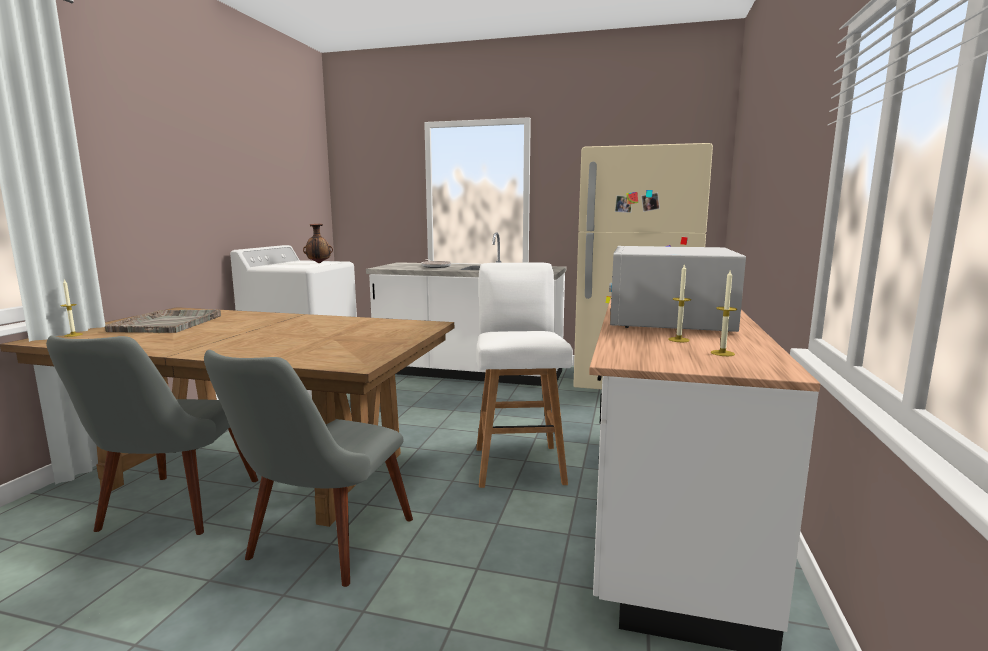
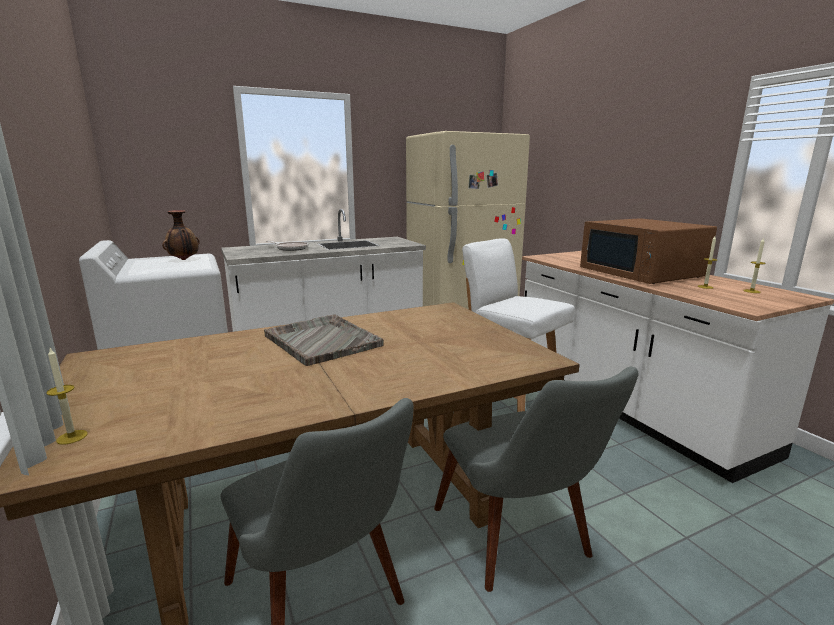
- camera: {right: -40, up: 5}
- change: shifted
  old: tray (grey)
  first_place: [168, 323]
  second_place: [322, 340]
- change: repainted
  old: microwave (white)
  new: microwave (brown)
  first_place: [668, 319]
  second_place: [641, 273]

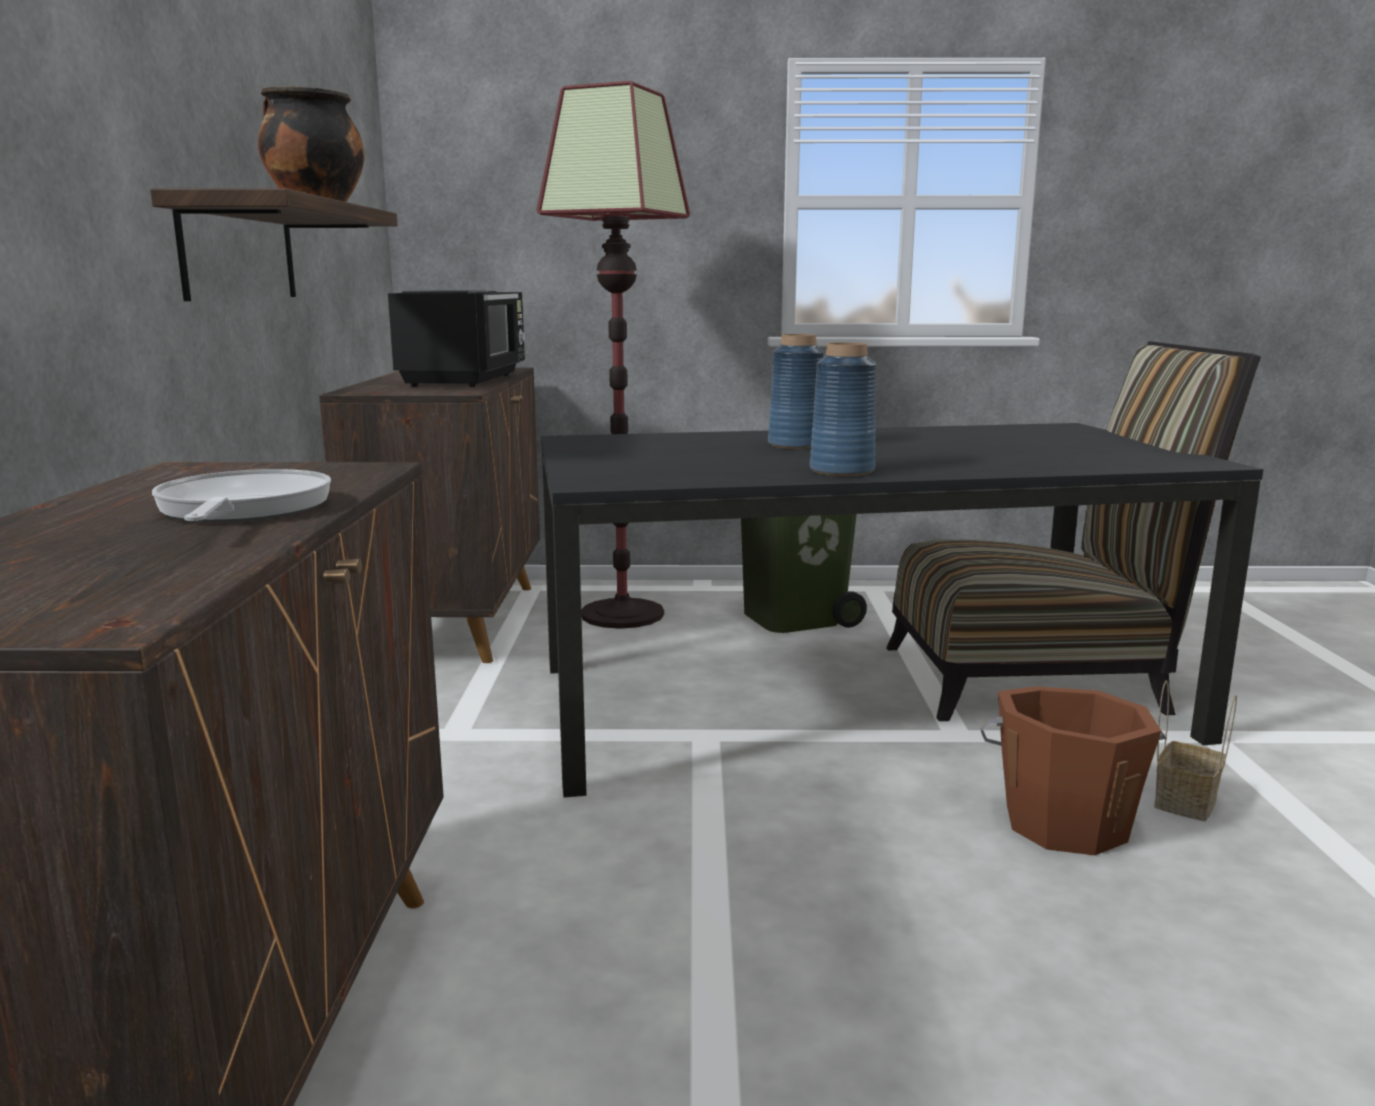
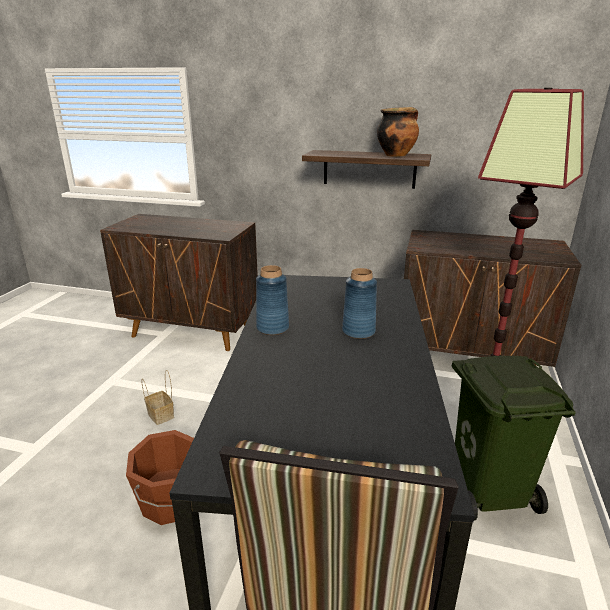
- camera: {right: 105, up: 10}
- change: shifted
  old: basket
  first_place: [1184, 801]
  second_place: [161, 415]
- change: gone
  old: frying pan
  first_place: [242, 509]
- change: gone
  old: microwave (black)
  first_place: [466, 380]

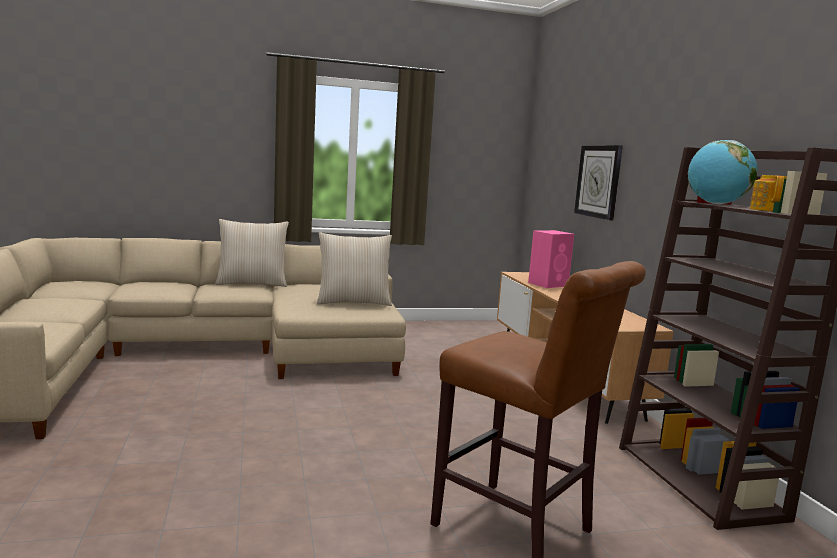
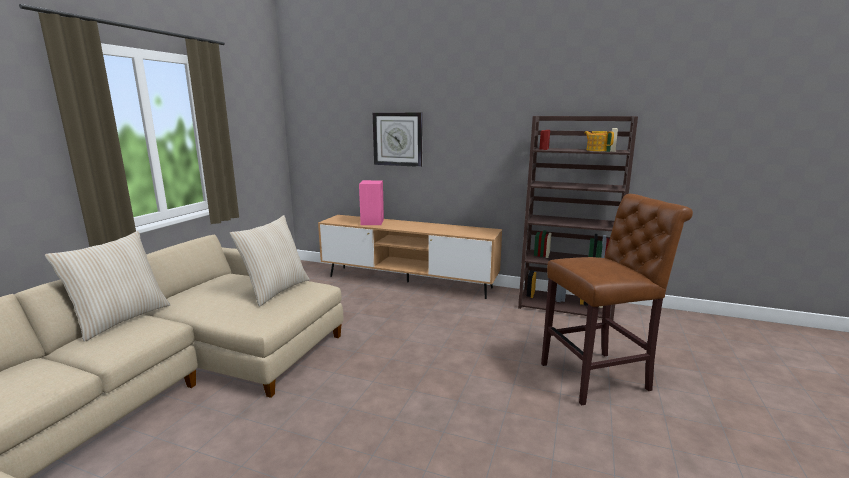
- camera: {right: -55, up: 5}
- change: gone
  old: globe
  first_place: [716, 204]

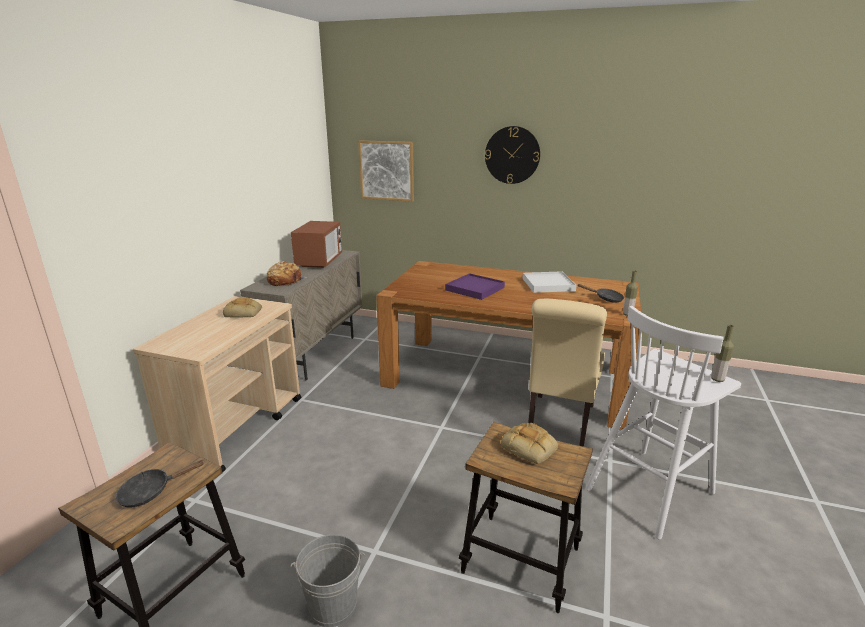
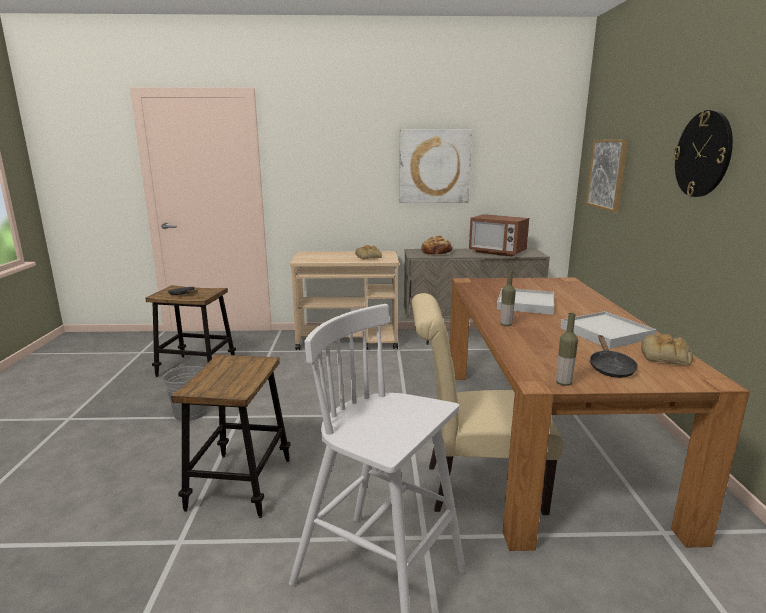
- camera: {right: 70, up: -5}
- change: new
  new: picture
  second_place: [434, 166]
- change: rotated
  old: microwave
  first_place: [319, 261]
  second_place: [497, 252]
  degrees: 45
- change: repainted
  old: tray (purple)
  new: tray (white)
  first_place: [475, 289]
  second_place: [525, 304]
- change: shifted
  old: bottle
  first_place: [717, 379]
  second_place: [506, 325]
- change: shifted
  old: bread
  first_place: [530, 447]
  second_place: [666, 357]

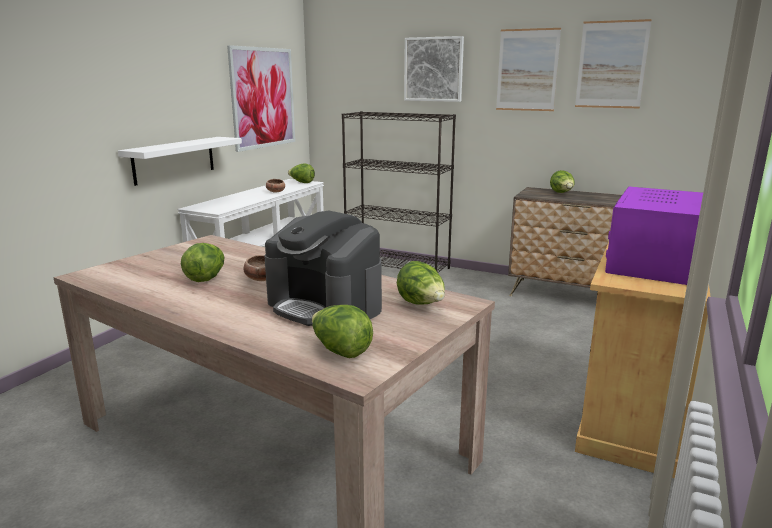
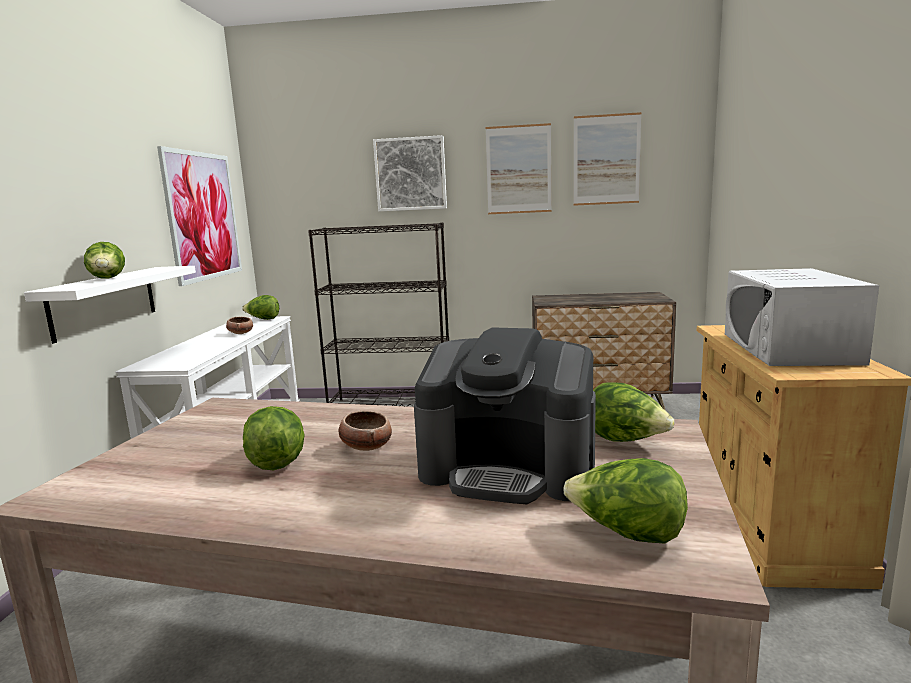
- camera: {right: -20, up: -5}
- change: shifted
  old: lettuce
  first_place: [562, 193]
  second_place: [108, 279]
- change: repainted
  old: microwave (purple)
  new: microwave (white)
  first_place: [653, 262]
  second_place: [788, 348]

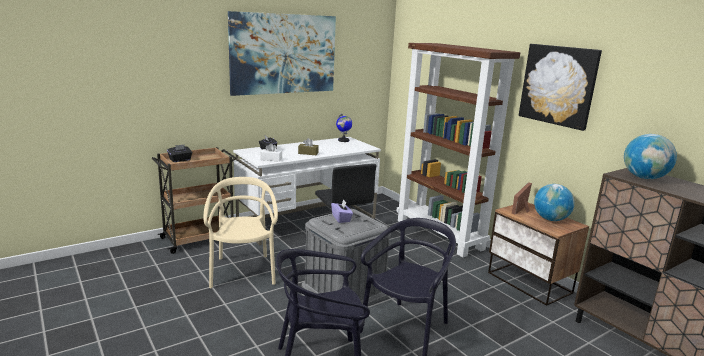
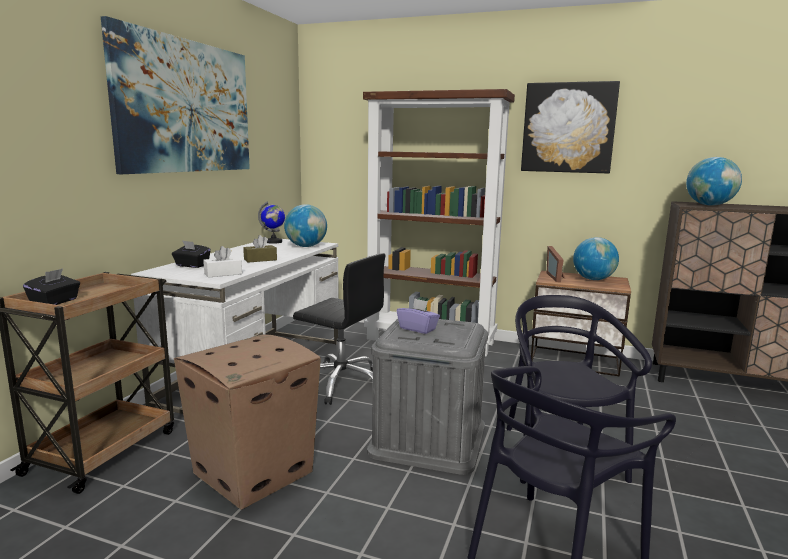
- camera: {right: -35, up: -5}
- change: swapped
  old: chair (beige)
  new: cardboard box
  first_place: [243, 272]
  second_place: [254, 472]
- change: new
  new: globe
  second_place: [306, 246]

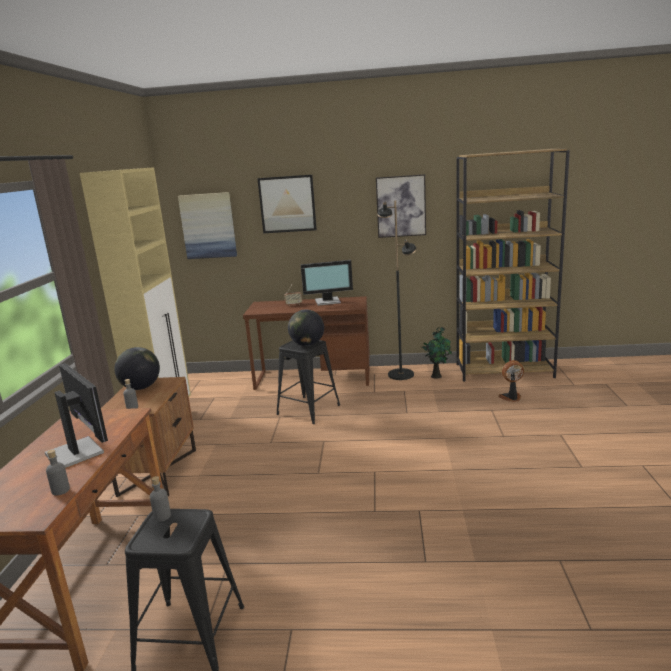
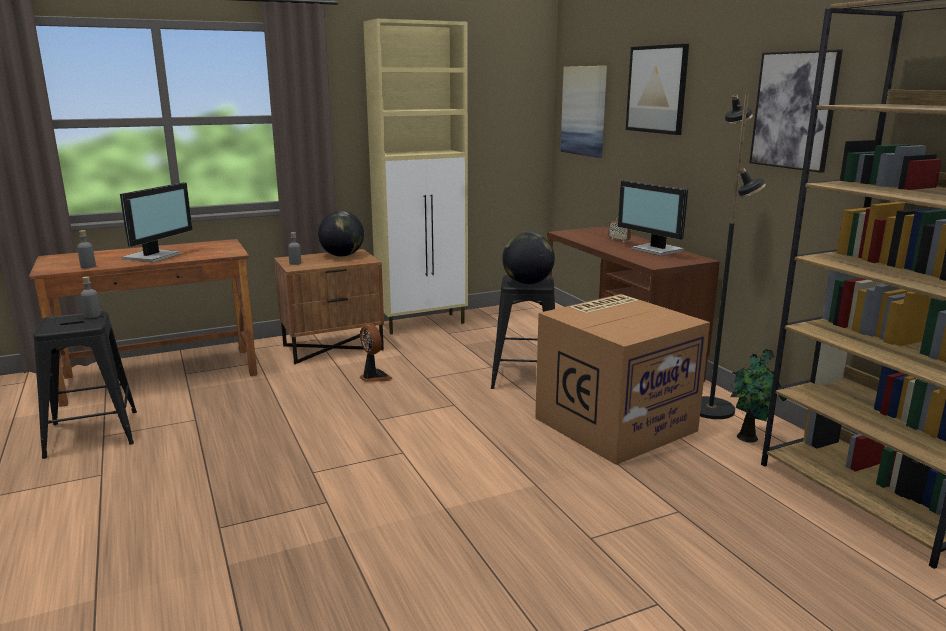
- camera: {right: 60, up: 0}
- change: shifted
  old: fan
  first_place: [511, 398]
  second_place: [374, 377]
- change: new
  new: cardboard box
  second_place: [615, 423]

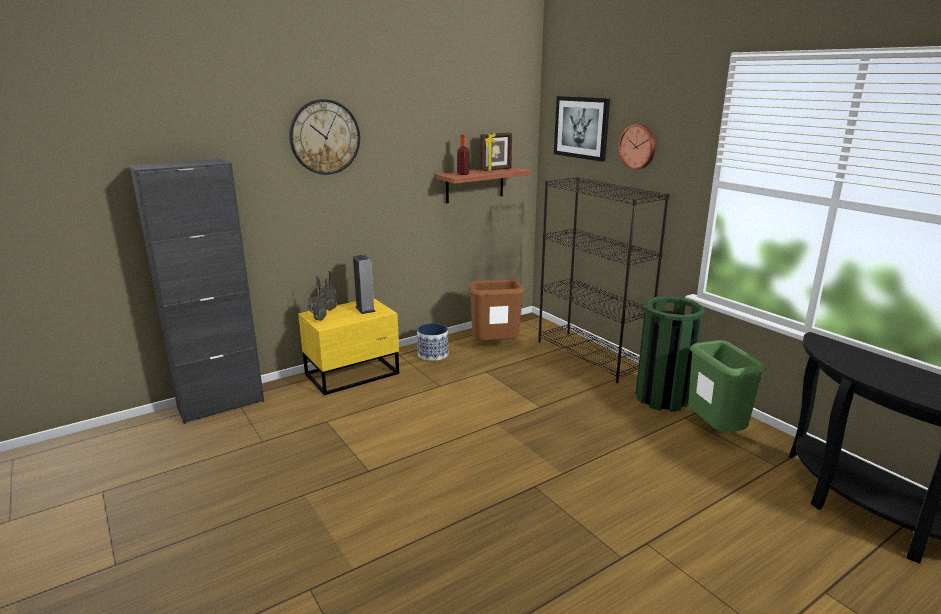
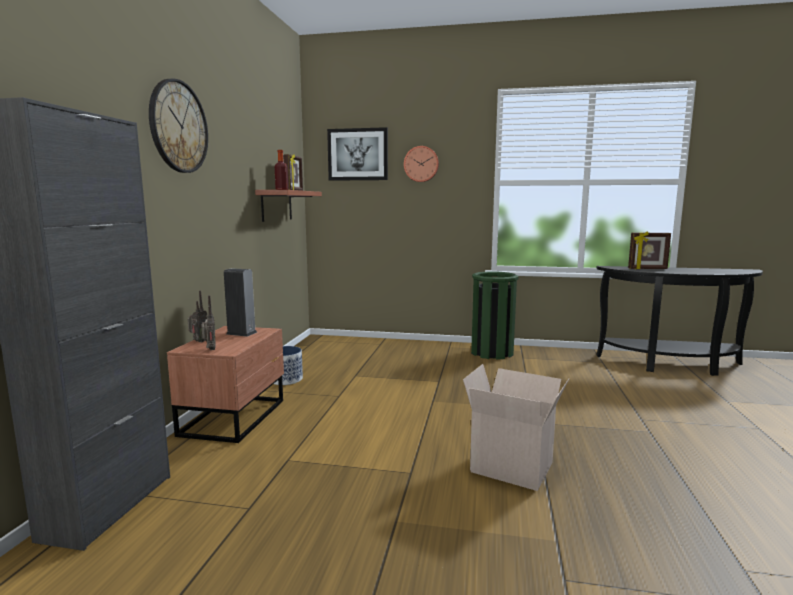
- camera: {right: -45, up: -10}
- change: repainted
  old: nightstand (yellow)
  new: nightstand (brown)
  first_place: [354, 374]
  second_place: [236, 417]
- change: new
  new: cardboard box
  second_place: [513, 466]
- change: new
  new: picture frame
  second_place: [647, 269]
- change: gone
  old: trash can (brown)
  first_place: [495, 347]
- change: gone
  old: bookcase (black)
  first_place: [591, 356]
- change: gone
  old: trash can (green)
  first_place: [715, 432]

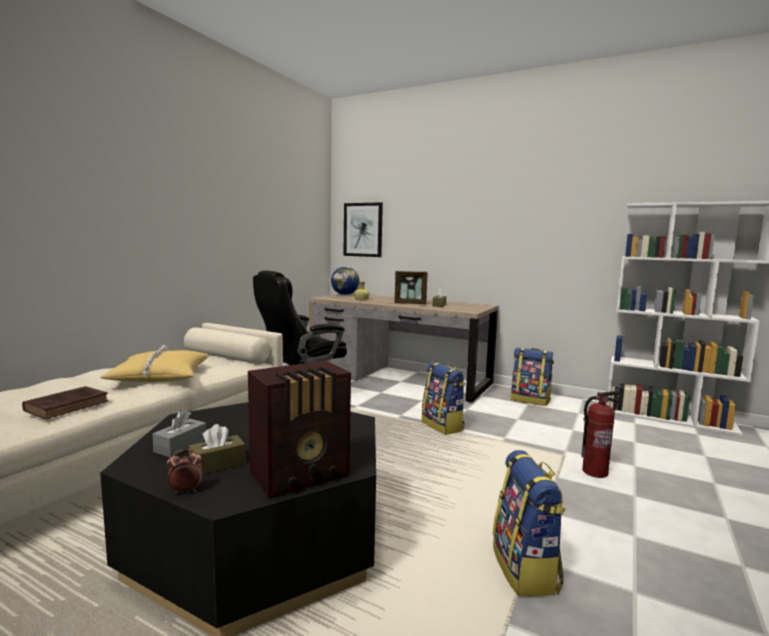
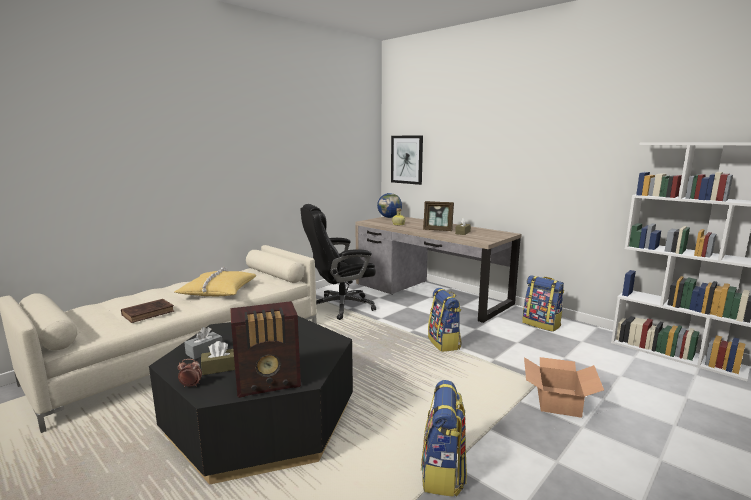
- camera: {right: 15, up: 5}
- change: swapped
  old: fire extinguisher
  new: cardboard box
  first_place: [595, 472]
  second_place: [558, 400]

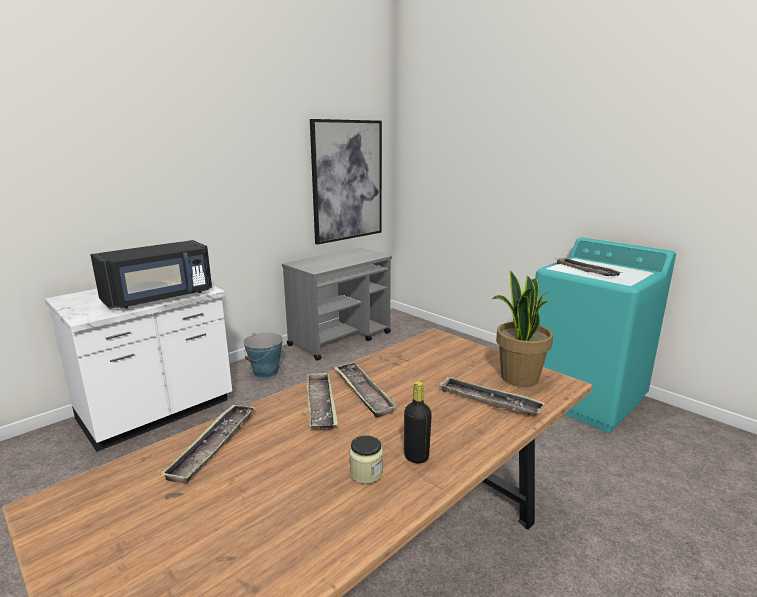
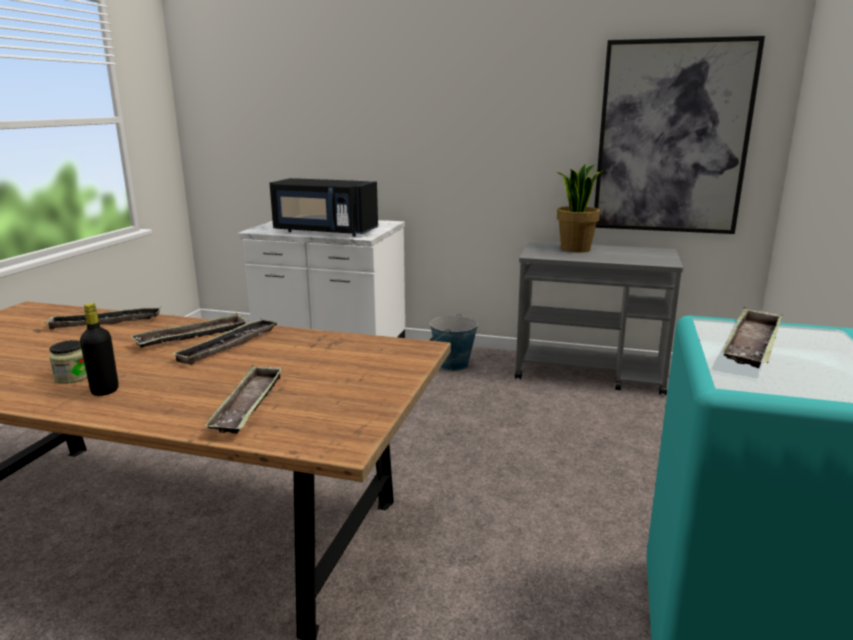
- camera: {right: 60, up: 0}
- change: shifted
  old: potted plant
  first_place: [518, 378]
  second_place: [575, 249]

